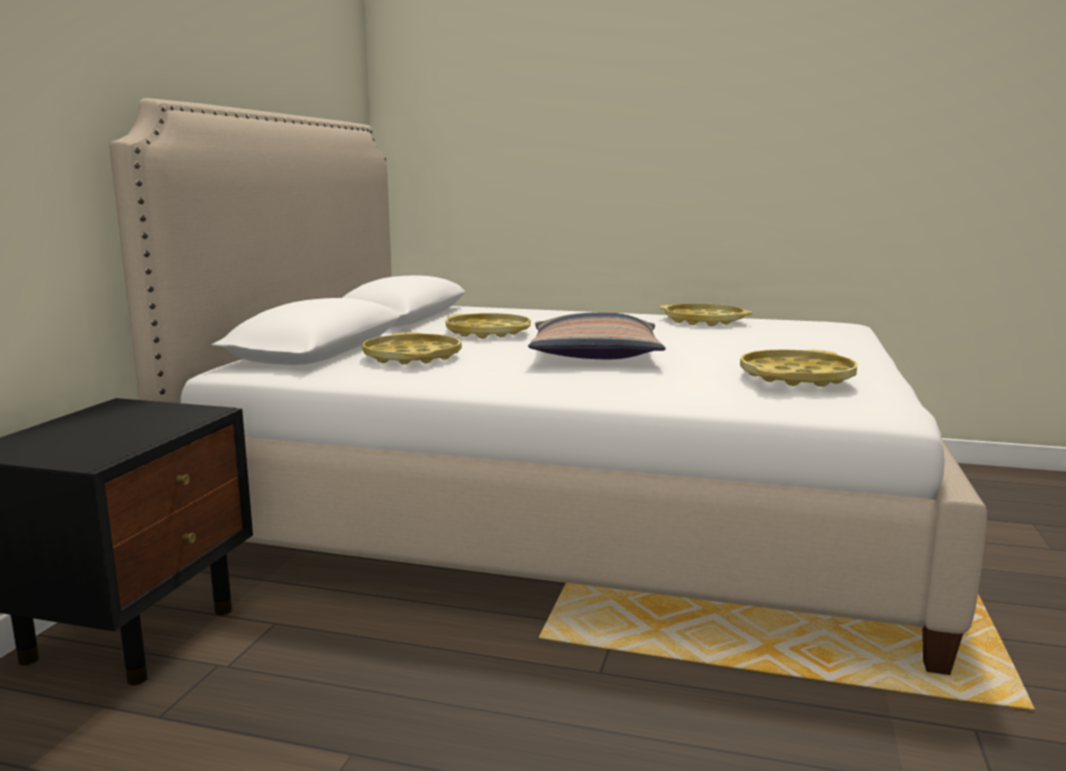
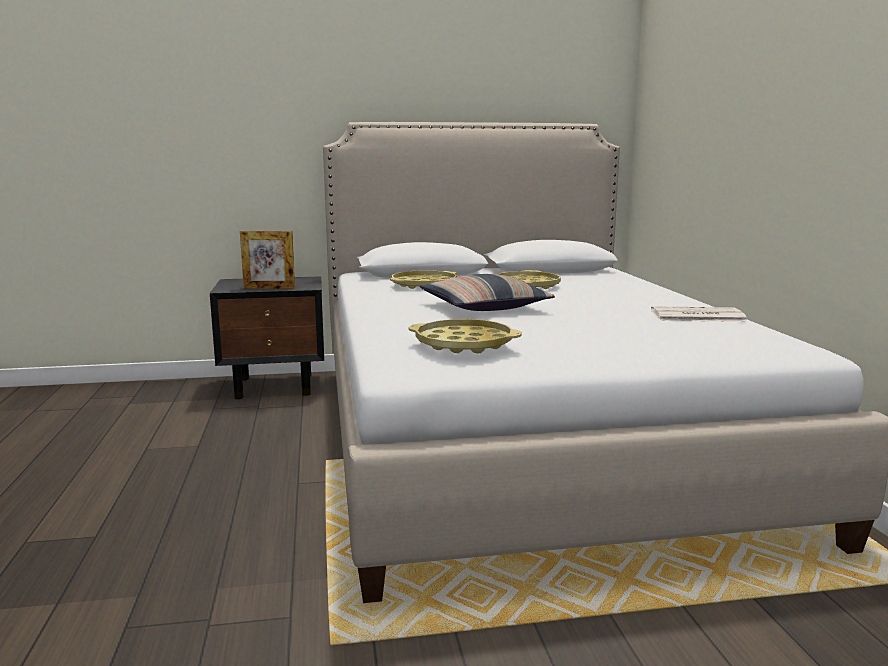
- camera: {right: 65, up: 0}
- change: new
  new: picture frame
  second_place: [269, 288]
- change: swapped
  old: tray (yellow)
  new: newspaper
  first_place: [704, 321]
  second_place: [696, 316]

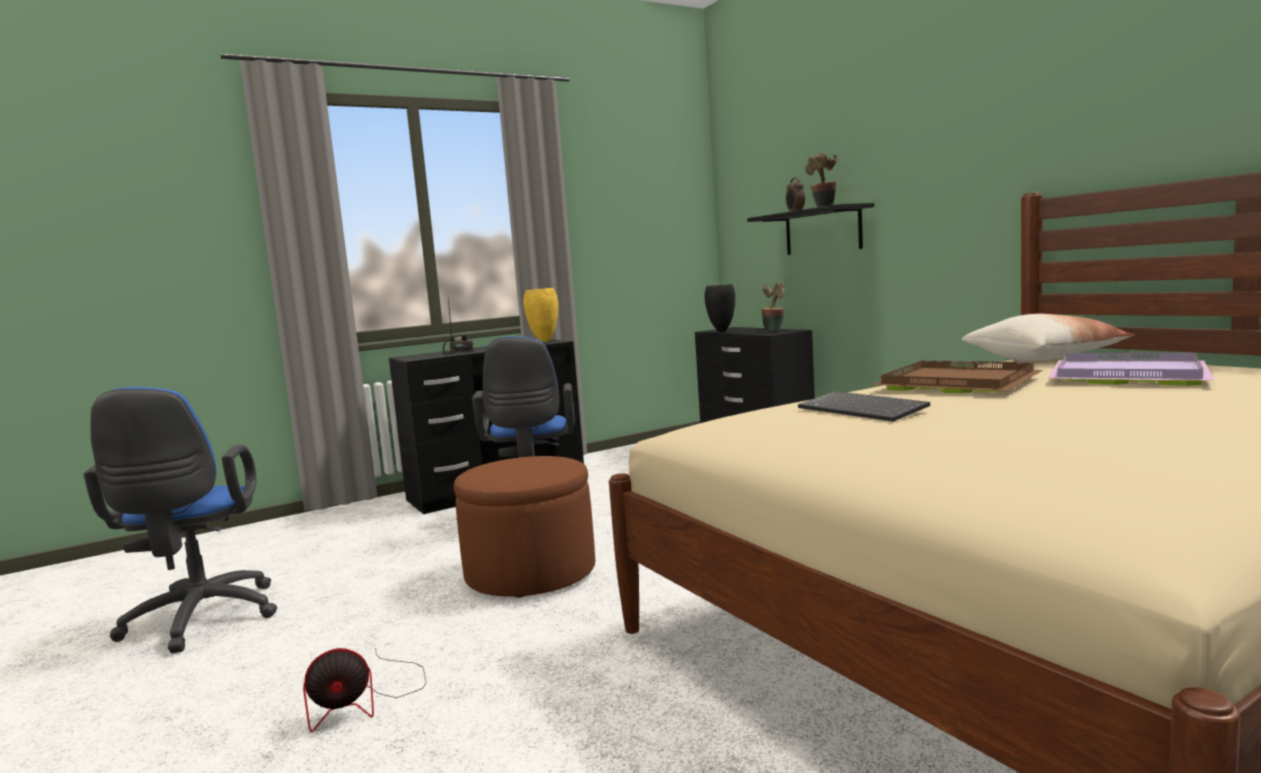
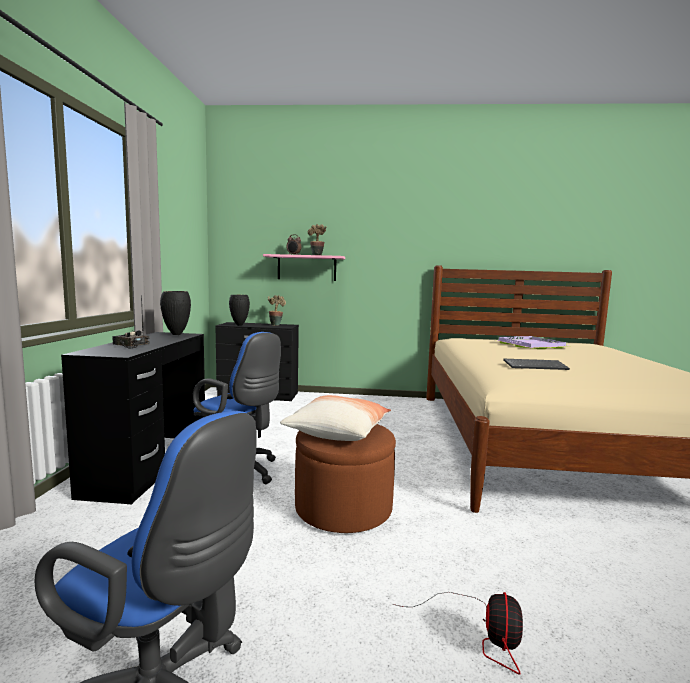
- camera: {right: -55, up: 0}
- change: repainted
  old: vase (yellow)
  new: vase (black)
  first_place: [543, 342]
  second_place: [176, 334]
- change: repainted
  old: shelf (black)
  new: shelf (pink)
  first_place: [822, 231]
  second_place: [306, 268]
- change: shifted
  old: pillow
  first_place: [1044, 358]
  second_place: [338, 431]
- change: gone
  old: tray (brown)
  first_place: [954, 383]

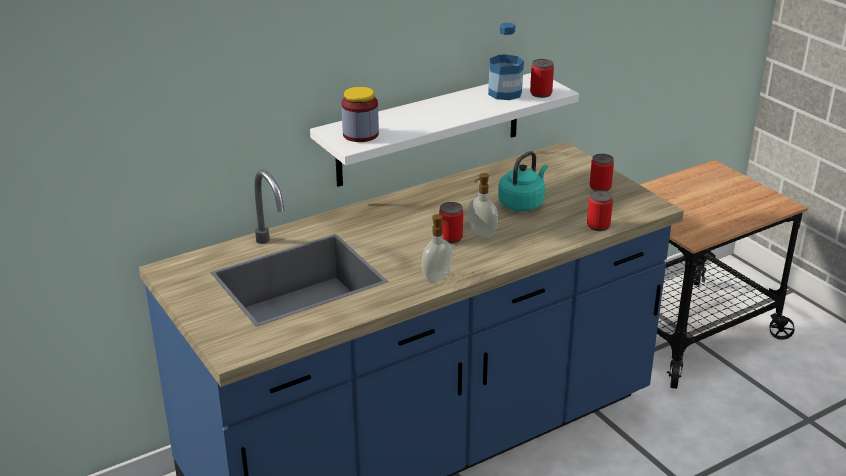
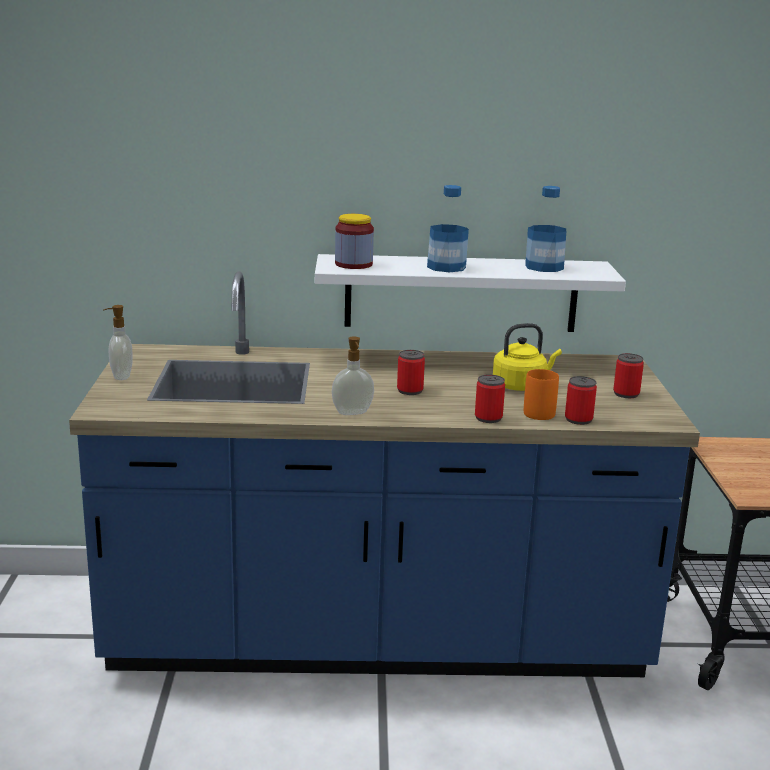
- camera: {right: 30, up: -10}
- change: shifted
  old: soap dispenser
  first_place: [481, 234]
  second_place: [120, 376]
- change: new
  new: bottle
  second_place: [446, 267]
- change: shifted
  old: can
  first_place: [541, 93]
  second_place: [488, 418]
- change: repainted
  old: kettle (turquoise)
  new: kettle (yellow)
  first_place: [522, 203]
  second_place: [521, 385]
- change: new
  new: mug (orange)
  second_place: [537, 411]

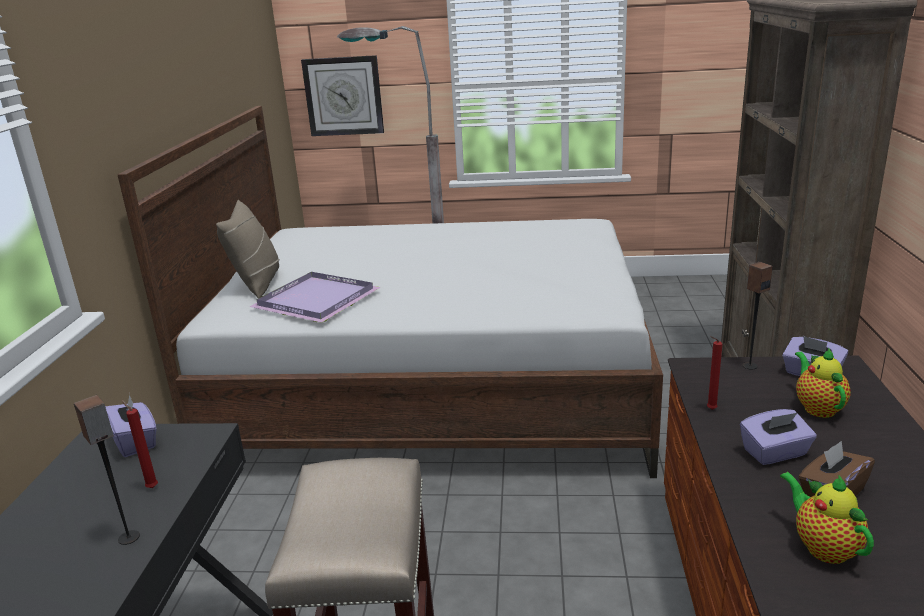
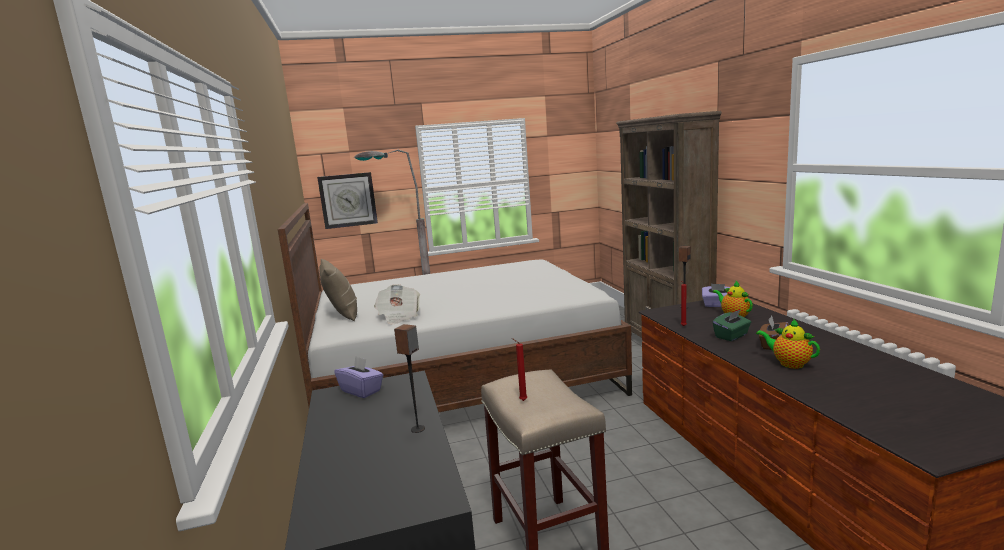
- camera: {right: -20, up: -10}
- change: swapped
  old: tray (purple)
  new: newspaper
  first_place: [317, 301]
  second_place: [399, 316]
- change: shifted
  old: candle (red)
  first_place: [151, 487]
  second_place: [522, 400]
- change: repainted
  old: tissue box (purple)
  new: tissue box (green)
  first_place: [775, 453]
  second_place: [731, 336]

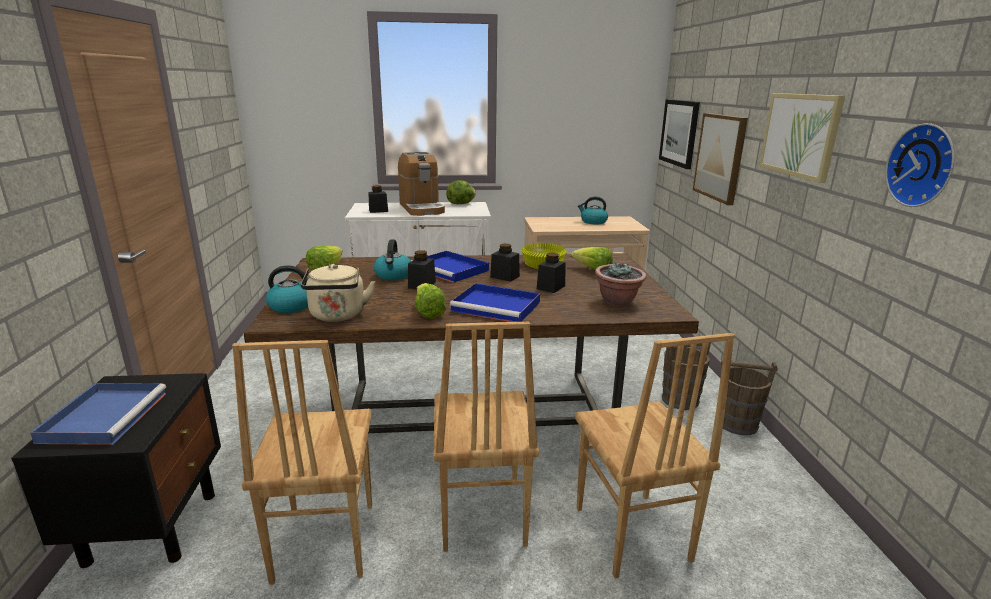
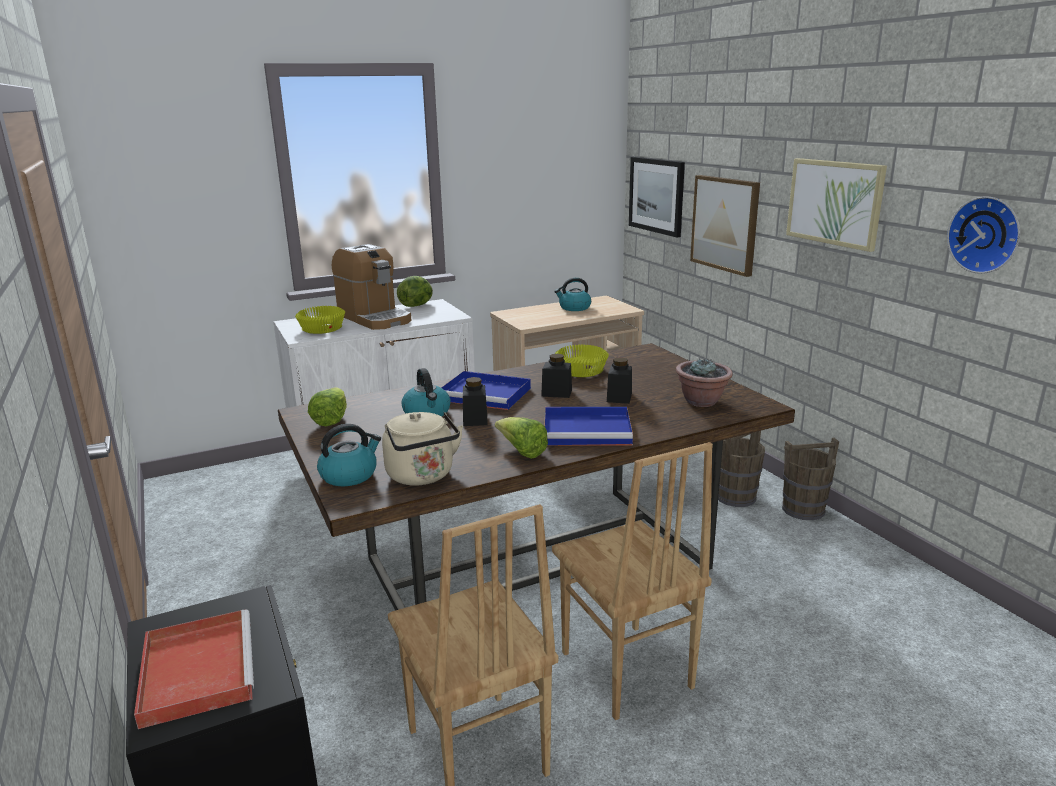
- camera: {right: -20, up: 0}
- change: repainted
  old: tray (blue)
  new: tray (red)
  first_place: [105, 415]
  second_place: [197, 669]
- change: swapped
  old: jar (black)
  new: bowl (yellow)
  first_place: [378, 210]
  second_place: [322, 329]
- change: gone
  old: lettuce
  first_place: [593, 270]
- change: gone
  old: chair (brown)
  first_place: [630, 534]

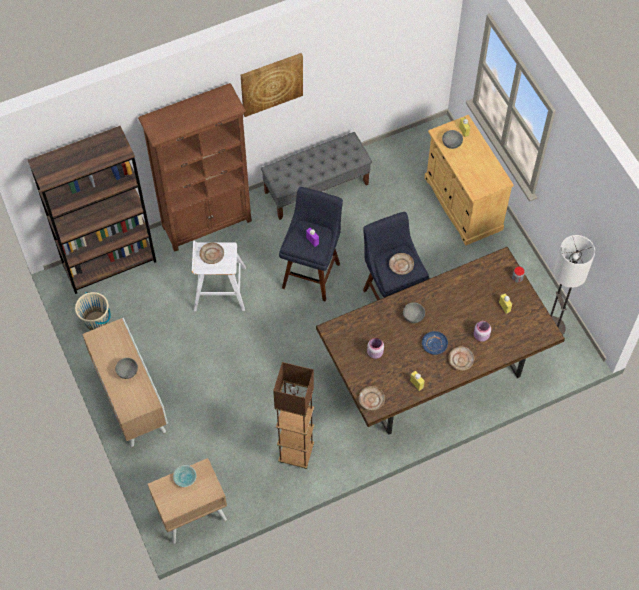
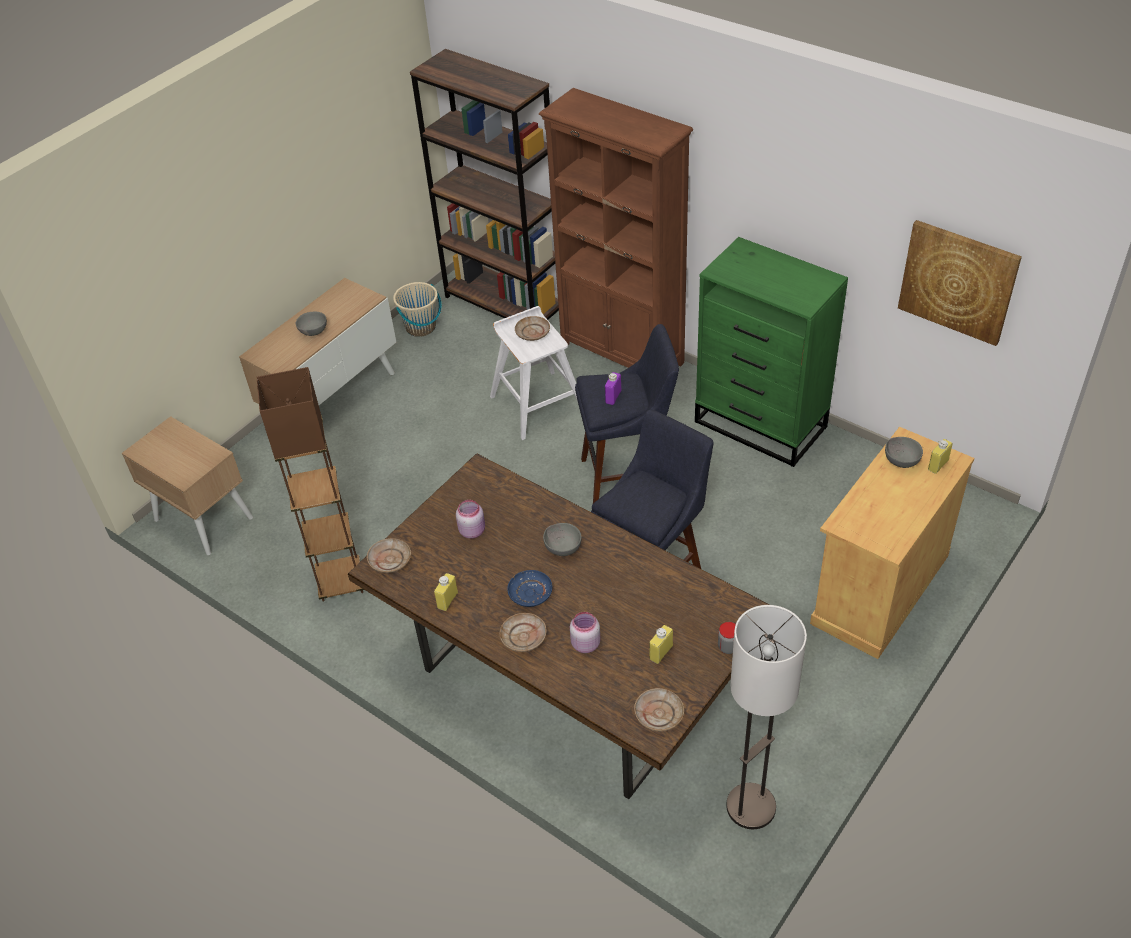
- camera: {right: 65, up: -15}
- change: shifted
  old: plate (beige)
  first_place: [401, 266]
  second_place: [659, 714]
- change: swapped
  old: bench (grey)
  new: dresser (green)
  first_place: [316, 188]
  second_place: [761, 425]
- change: shifted
  old: picture
  first_place: [271, 83]
  second_place: [958, 281]
- change: gone
  old: bowl (turquoise)
  first_place: [185, 478]

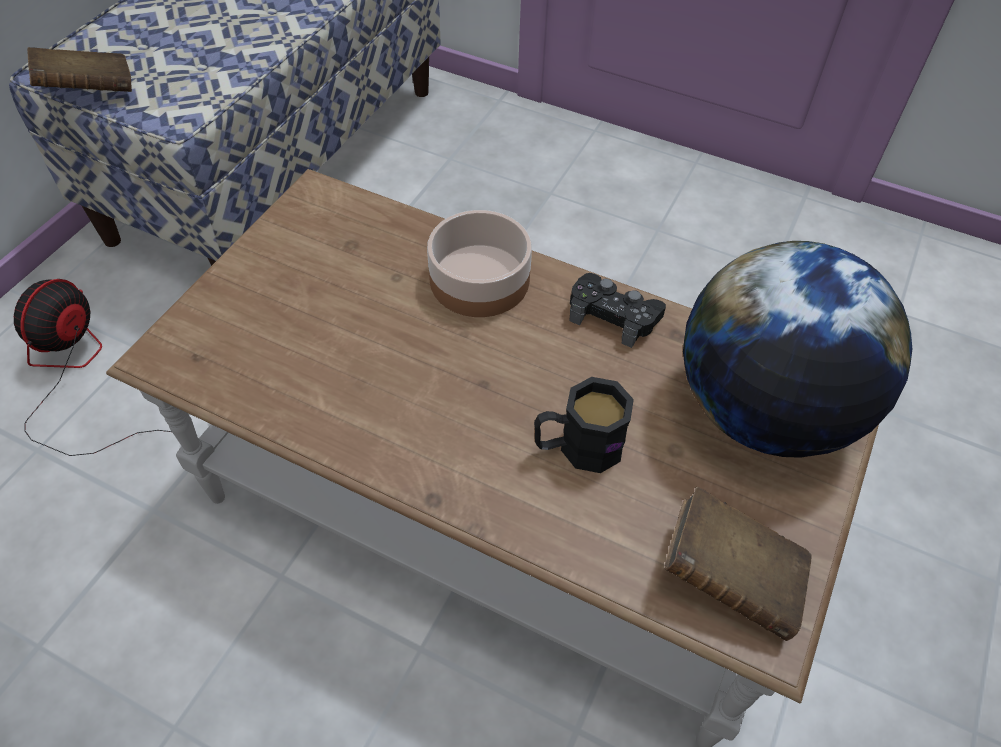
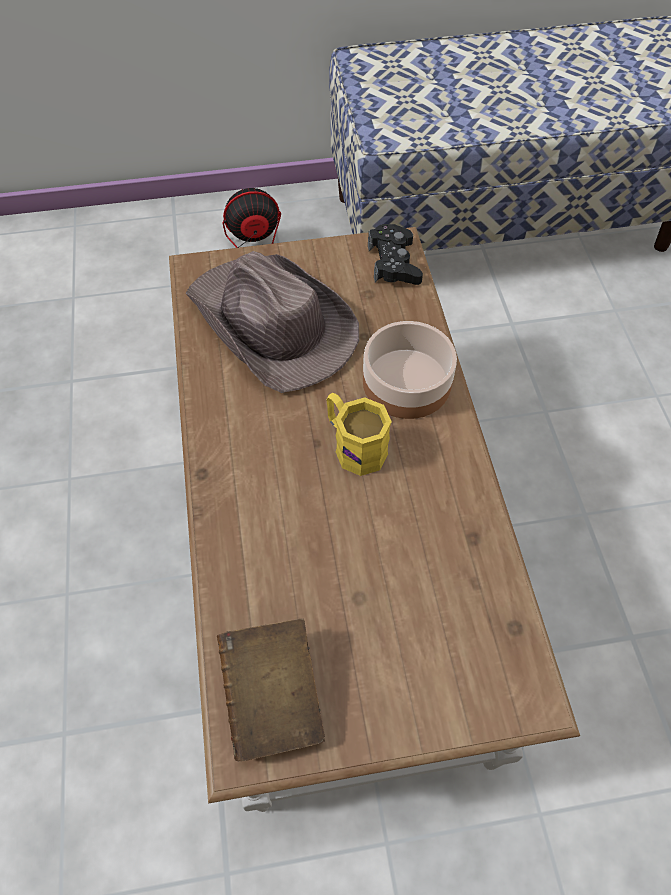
- camera: {right: 55, up: 5}
- change: new
  new: hat (brown)
  second_place: [272, 325]
- change: new
  new: mug (yellow)
  second_place: [353, 445]
- change: shifted
  old: game controller (black)
  first_place: [613, 315]
  second_place: [394, 263]
- change: gone
  old: book (brown)
  first_place: [89, 92]
- change: gone
  old: mug (black)
  first_place: [578, 447]
- change: gone
  old: globe
  first_place: [764, 411]

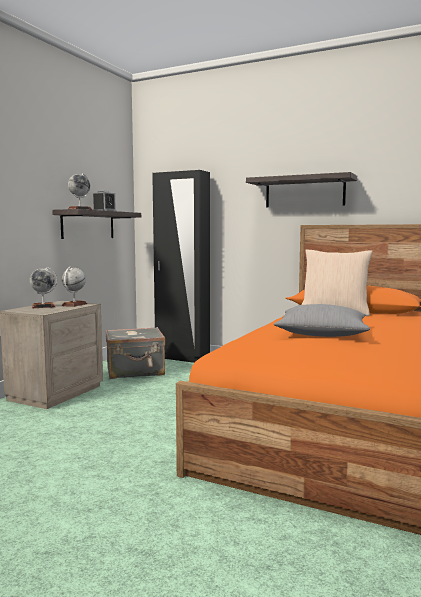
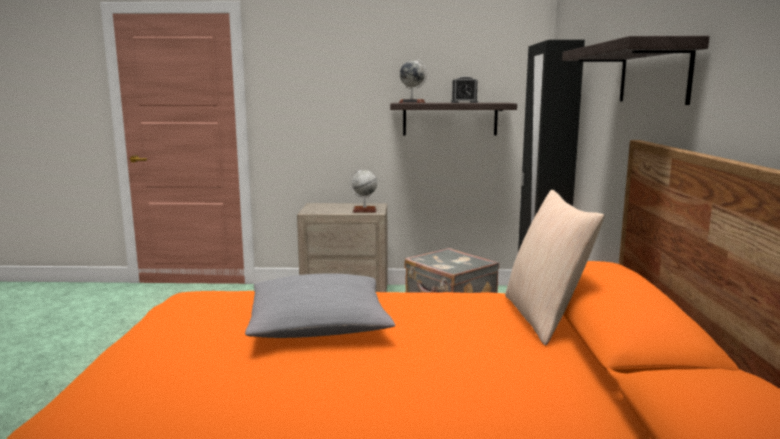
- camera: {right: 65, up: 5}
- change: gone
  old: globe
  first_place: [43, 306]

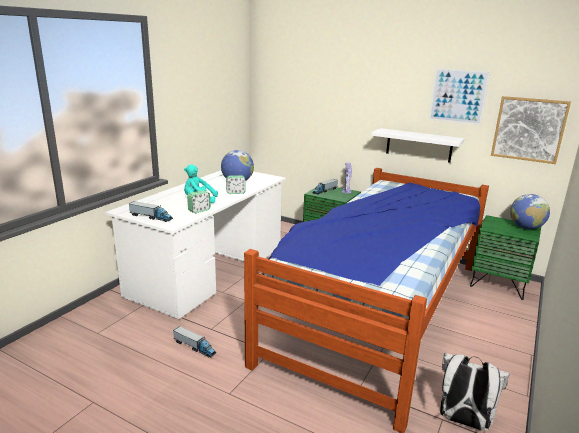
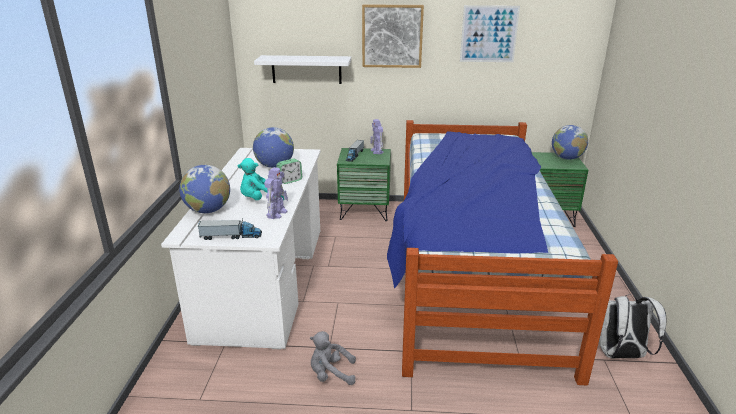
- camera: {right: -25, up: 5}
- change: new
  new: globe
  second_place: [208, 210]
- change: shifted
  old: shelf (white)
  first_place: [419, 145]
  second_place: [306, 69]
- change: swapped
  old: alarm clock
  new: toy robot
  first_place: [199, 210]
  second_place: [277, 213]
- change: swapped
  old: toy truck
  new: plush toy (grey)
  first_place: [194, 347]
  second_place: [331, 374]
- change: shifted
  old: picture
  first_place: [529, 129]
  second_place: [392, 36]

